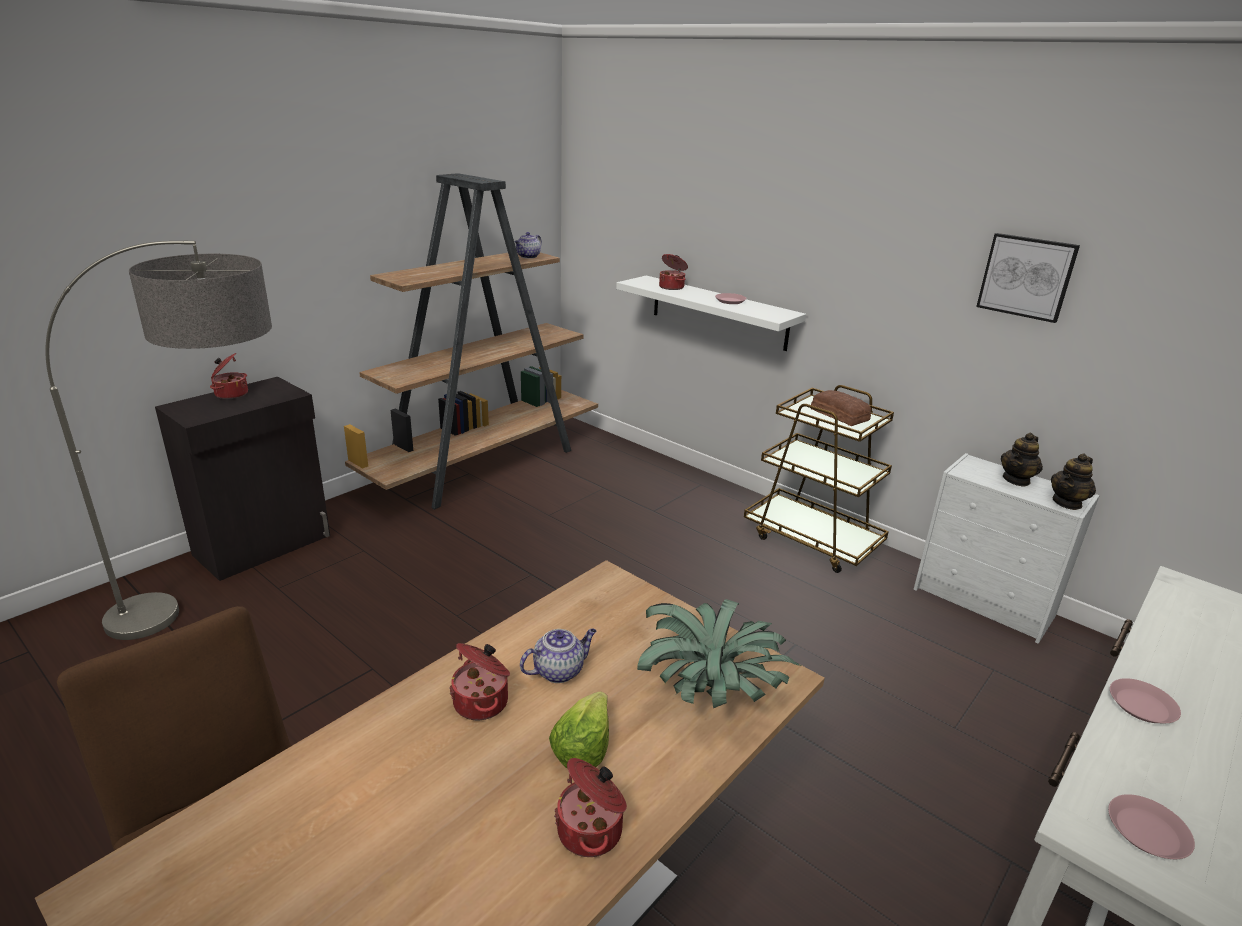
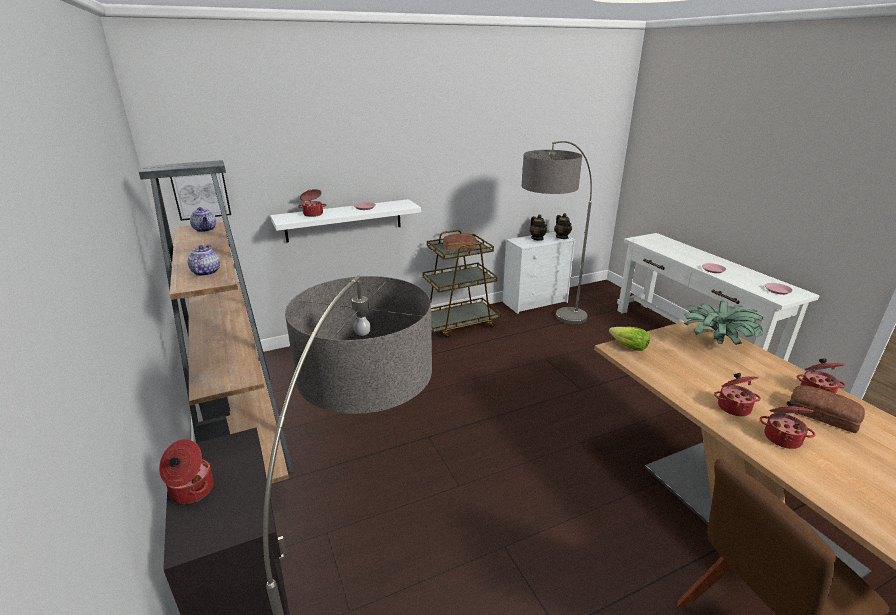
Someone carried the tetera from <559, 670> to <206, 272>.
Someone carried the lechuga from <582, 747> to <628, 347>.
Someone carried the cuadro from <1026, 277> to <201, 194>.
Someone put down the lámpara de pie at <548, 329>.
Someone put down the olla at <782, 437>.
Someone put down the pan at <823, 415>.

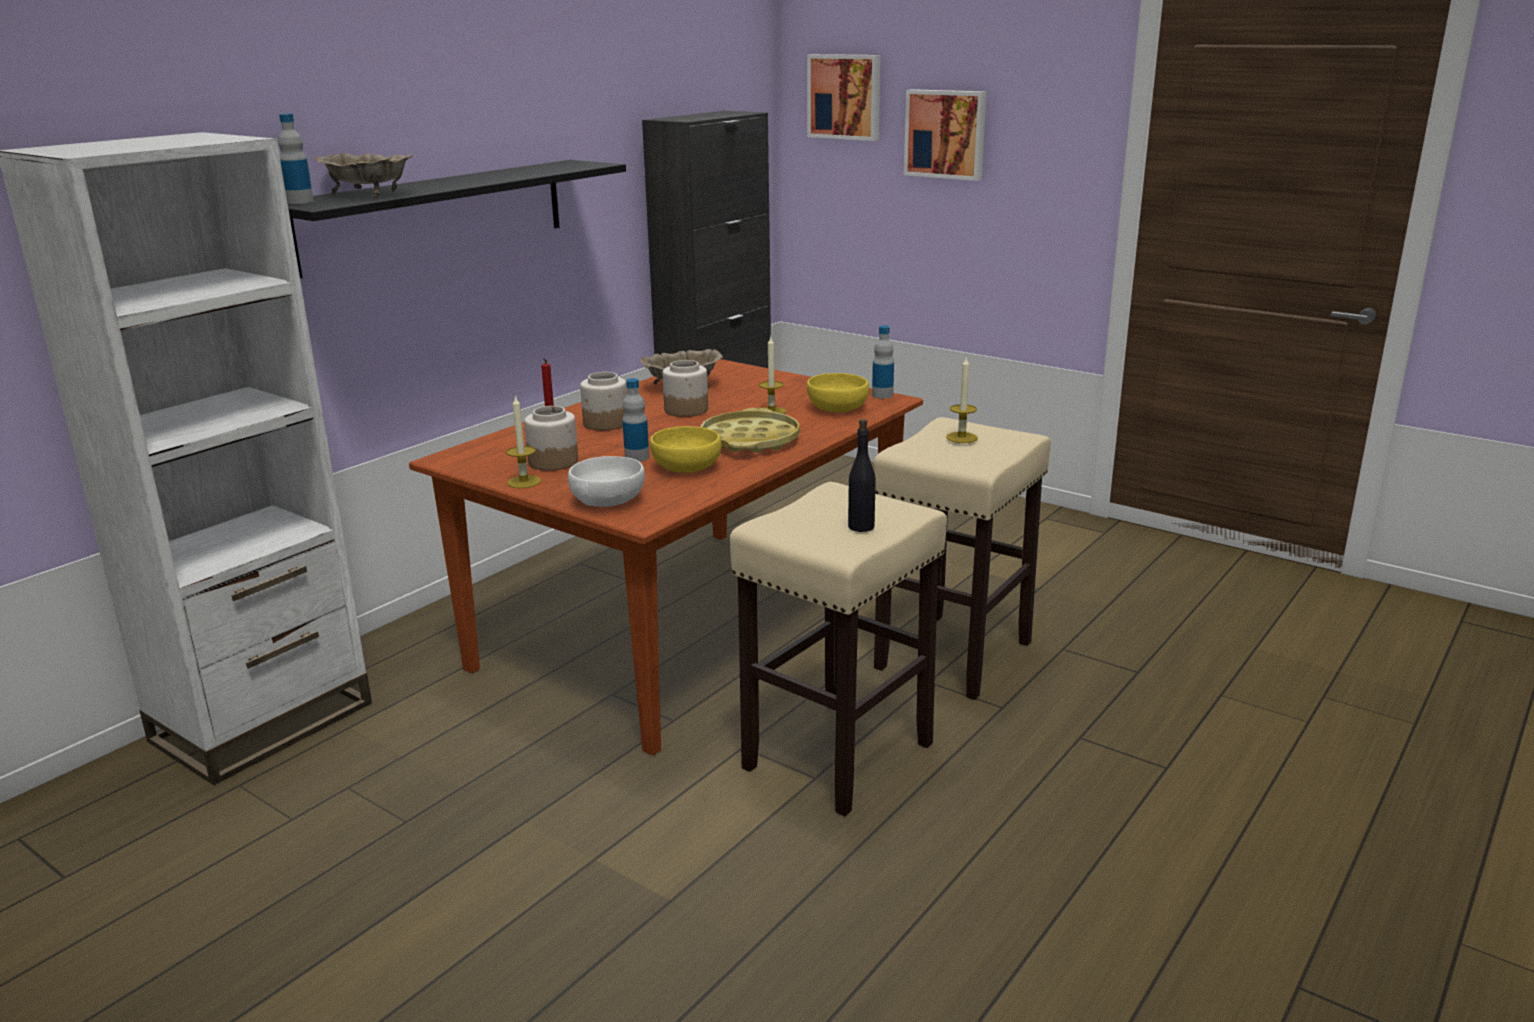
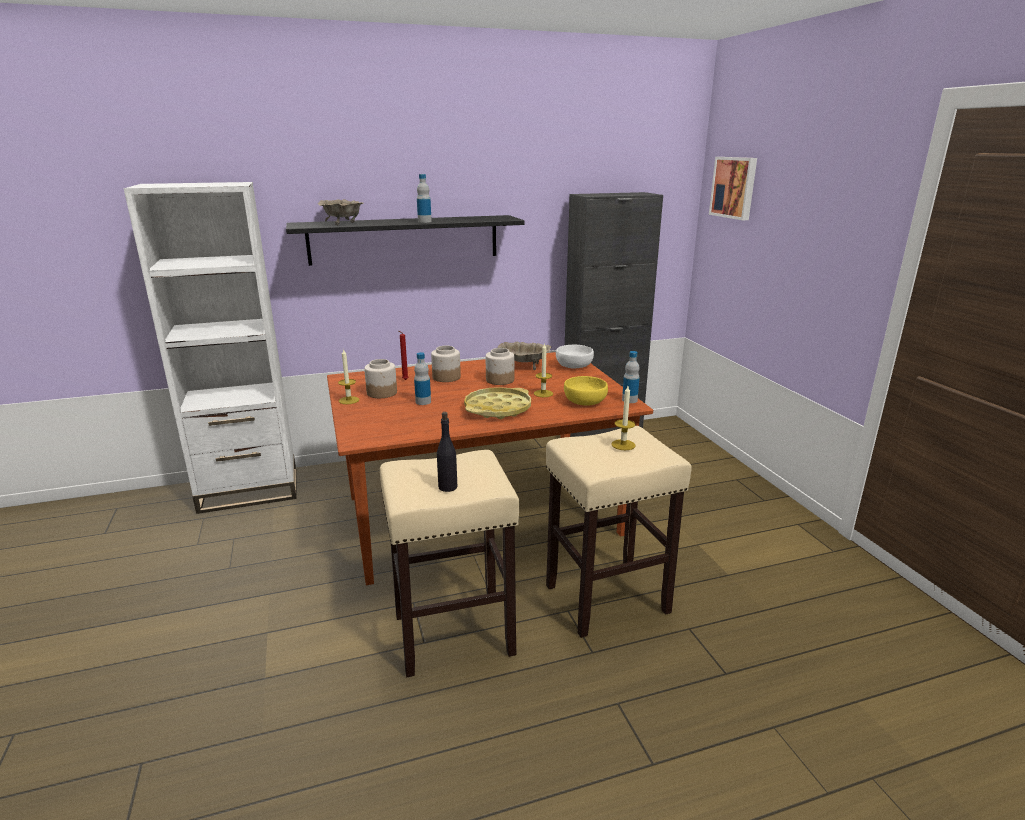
Someone carried the botella from <300, 201> to <424, 221>.
Someone carried the cuenco/blanco from <609, 500> to <574, 366>.
Someone took away the cuenco/amarillo at <686, 468>.
Someone took away the cuadro at <946, 134>.

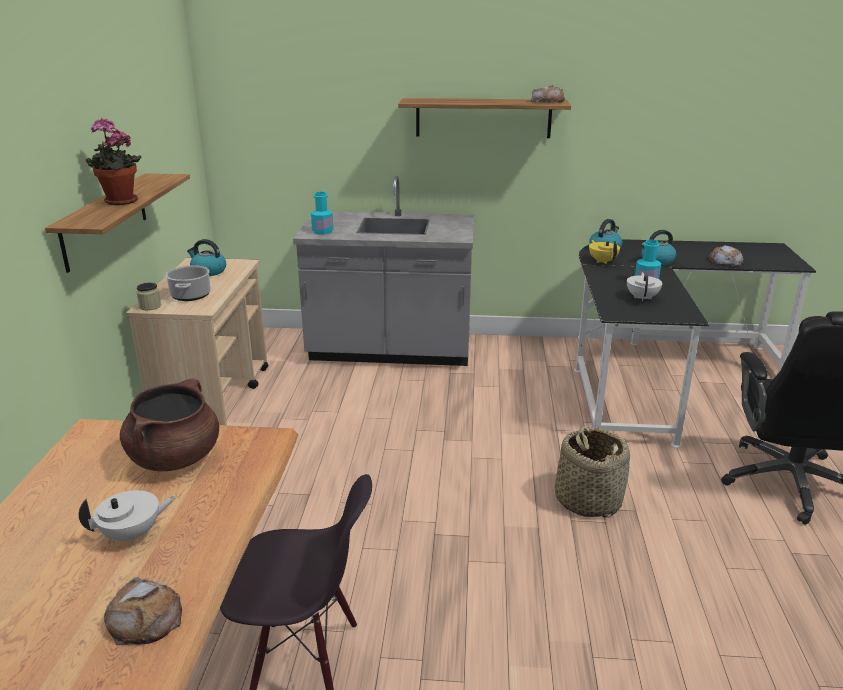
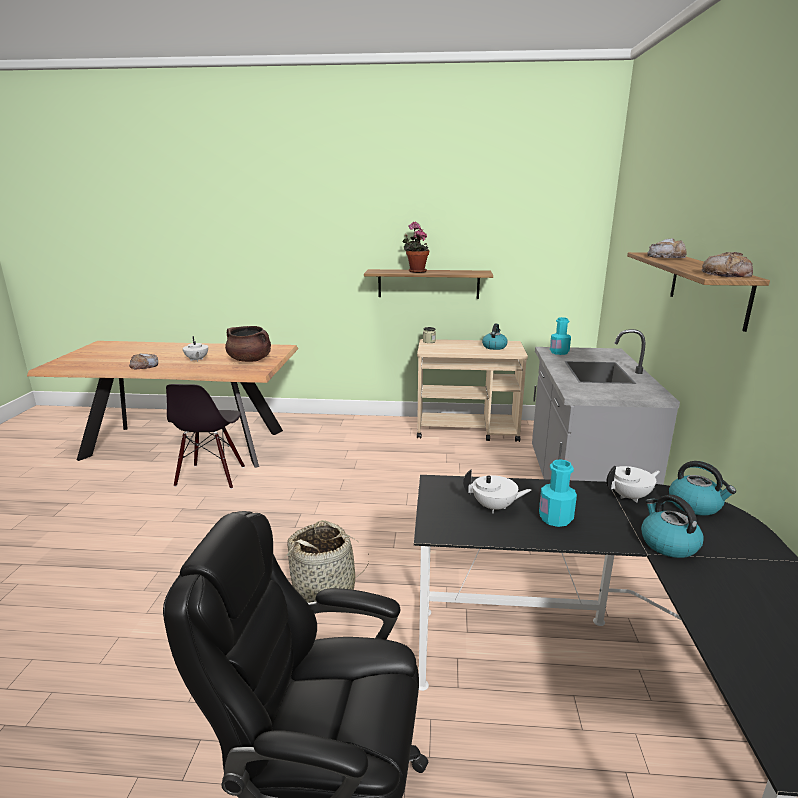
Someone took away the olla at <191, 295>.
Someone repainted the tetera/amarillo at <602, 261>, which became the tetera/blanco at <630, 496>.
Someone carried the pan from <725, 261> to <666, 257>.

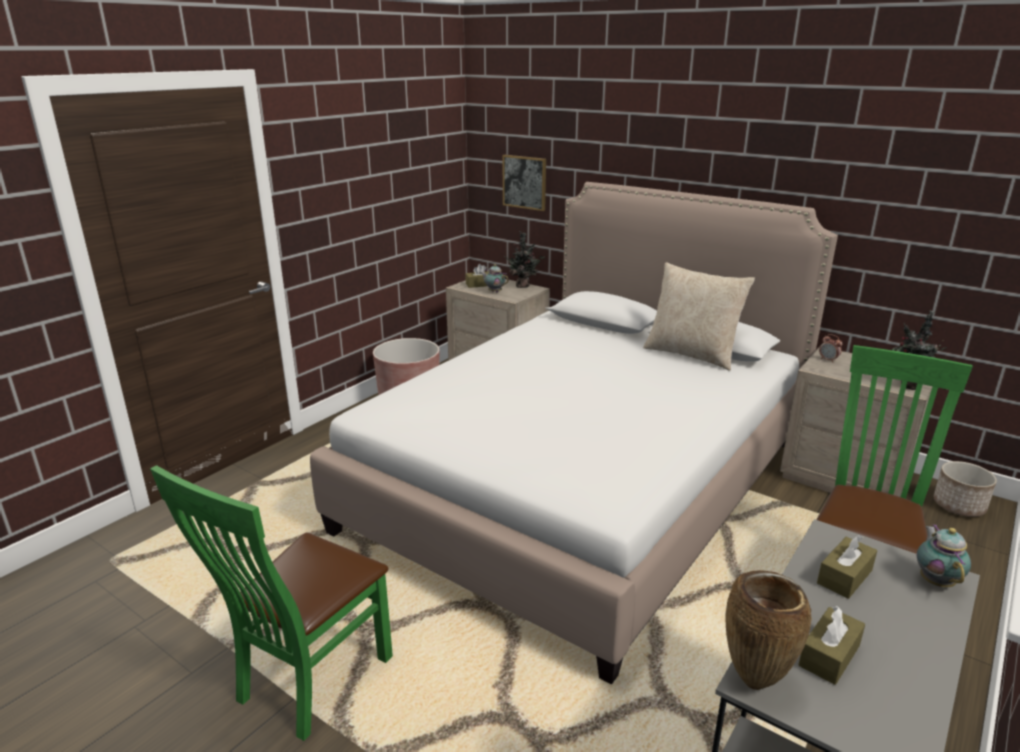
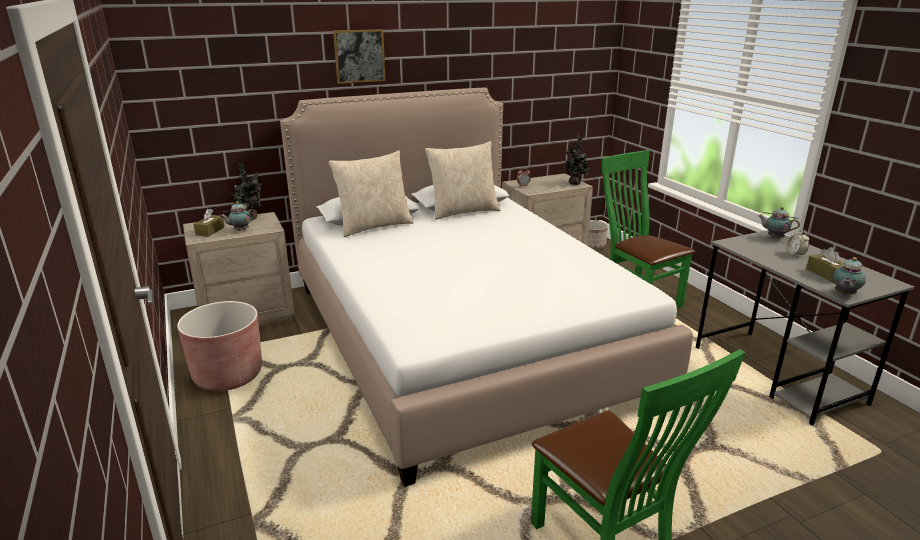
Someone carried the cuadro from <524, 182> to <359, 56>.
Someone swapped the florero/marrón at <756, 681> for the tetera at <844, 294>.
Someone took away the caja de pañuelos/marrón at <844, 577>.
Someone put down the cojín/beis at <374, 226>.
Someone put down the despertador at <795, 254>.

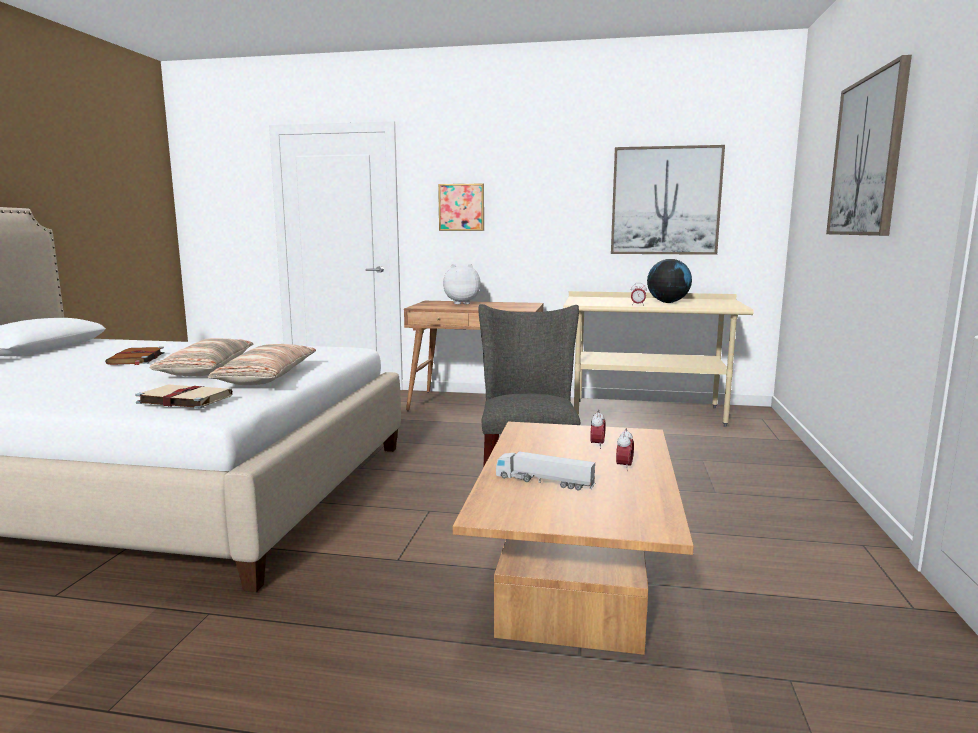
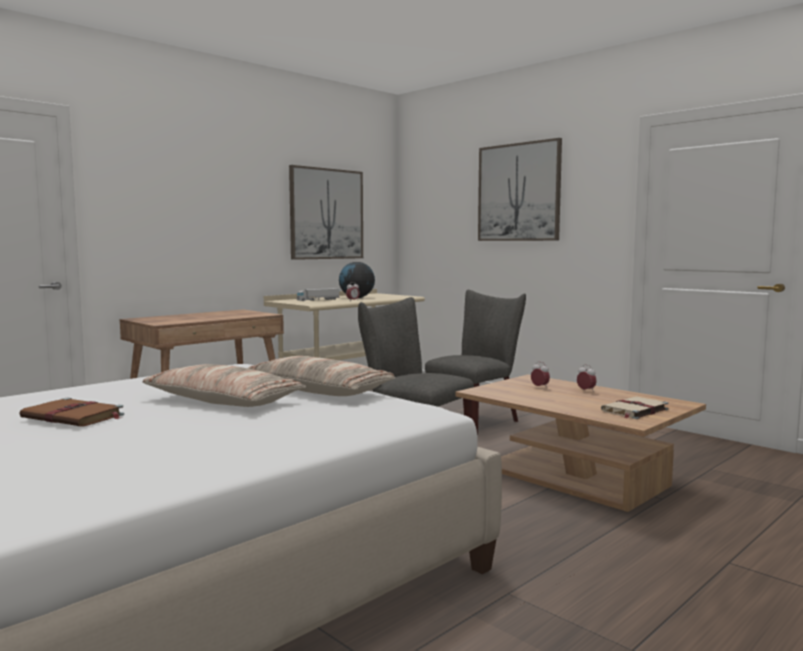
Someone carried the libro/beis from <183, 399> to <634, 410>.
Someone took away the cuadro at <462, 207>.
Someone took away the peluche at <462, 303>.
Someone carried the camión de juguete from <544, 481> to <318, 300>.
Someone put down the silla/gris at <476, 421>.

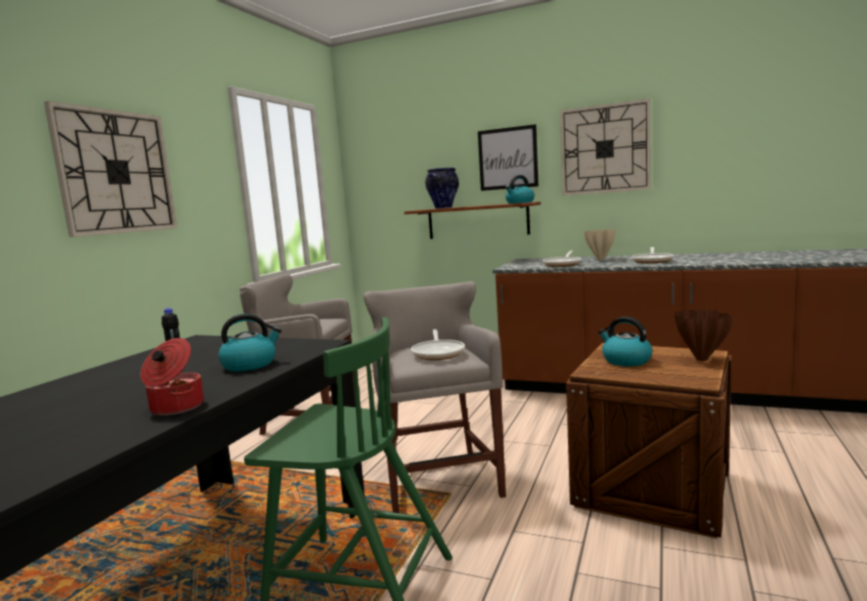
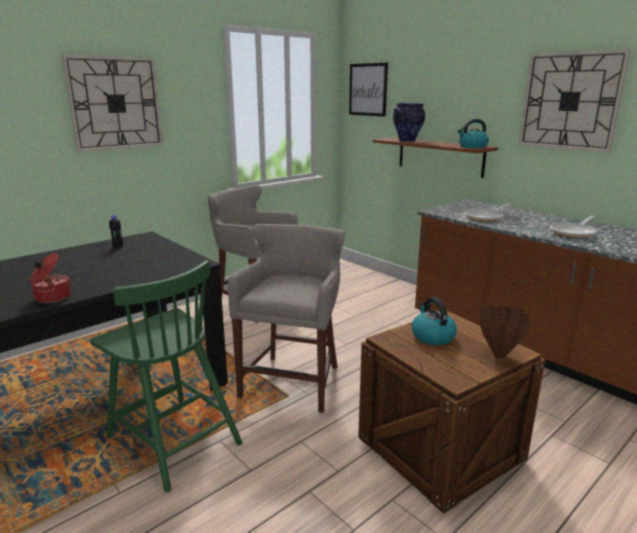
Someone took away the hervidor at <250, 364>.
Someone took away the sartén at <438, 353>.
Someone carried the cuadro from <508, 158> to <368, 89>.
Someone took away the florero/beis at <600, 260>.

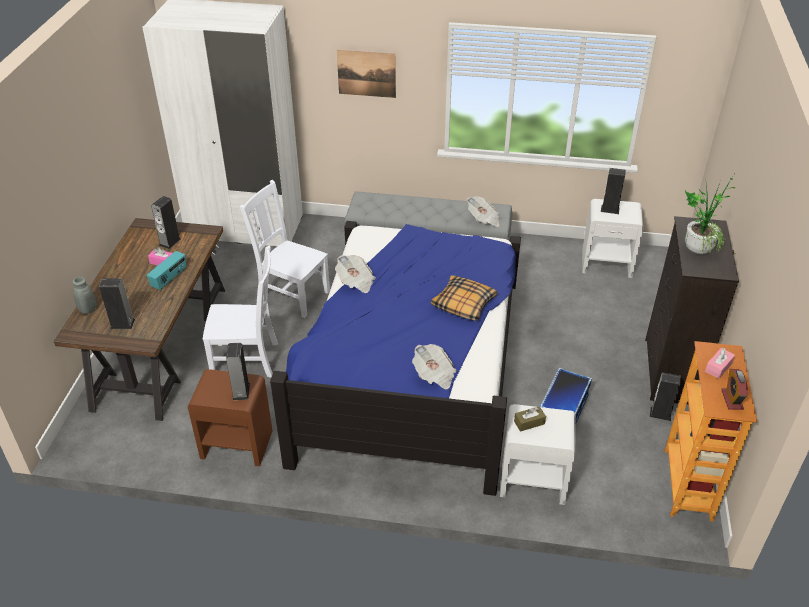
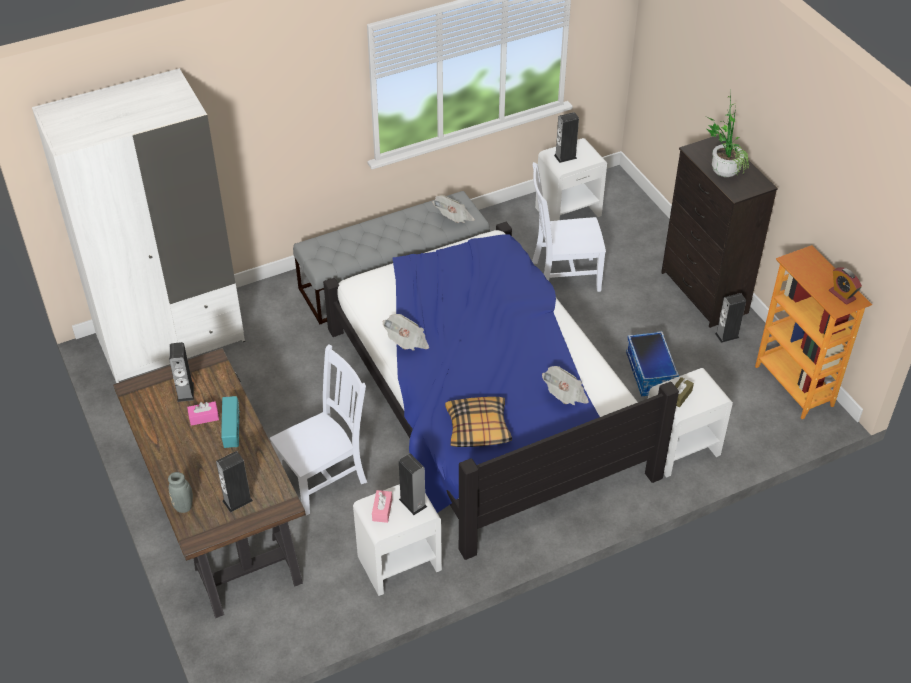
Someone repainted the mesita de noche/marrón at <236, 444>, which became the mesita de noche/blanco at <398, 563>.
Someone carried the silla/blanco from <292, 294> to <563, 276>.
Someone took away the cuadro at <366, 73>.
Someone carried the cojín from <463, 304> to <478, 428>.
Someone carried the caja de pañuelos/rosa from <718, 367> to <382, 510>.

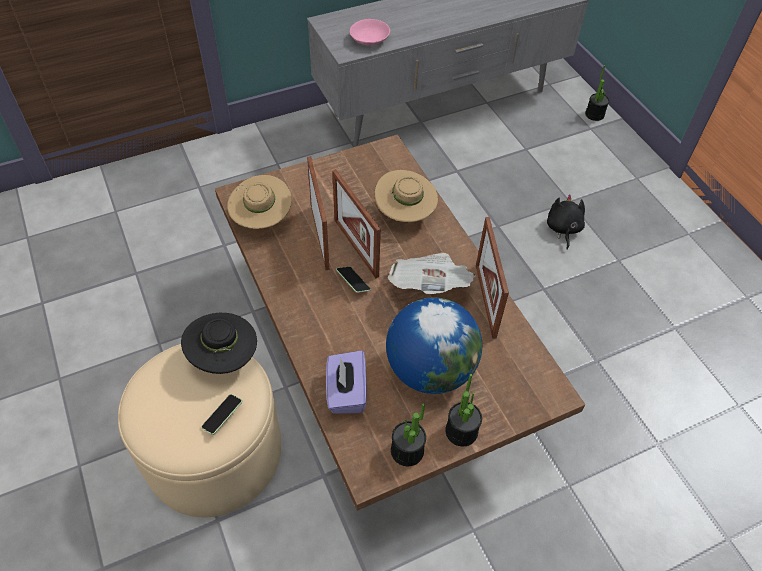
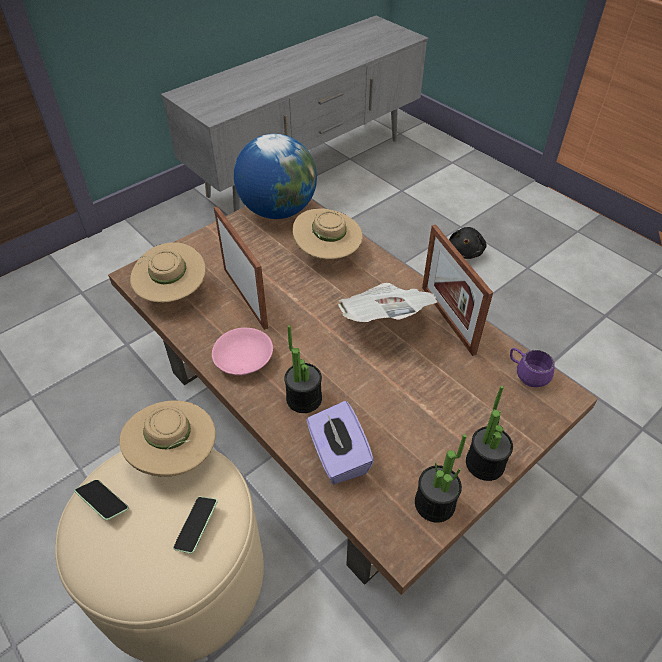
Someone repainted the sombrero/negro at <224, 356>, which became the sombrero/beis at <175, 454>.
Someone took away the portarretratos at <356, 248>.
Someone carried the móvil from <353, 283> to <103, 503>.
Someone carried the cuenco/rosa from <369, 39> to <243, 360>.
Someone carried the globo terráqueo from <430, 369> to <278, 210>.
Someone rotated the peluche/negro at <563, 229> by 150 degrees counterclockwise.
Someone carried the planta en maceta from <594, 114> to <304, 399>.
Someone put down the taza grande/morado at <526, 375>.

